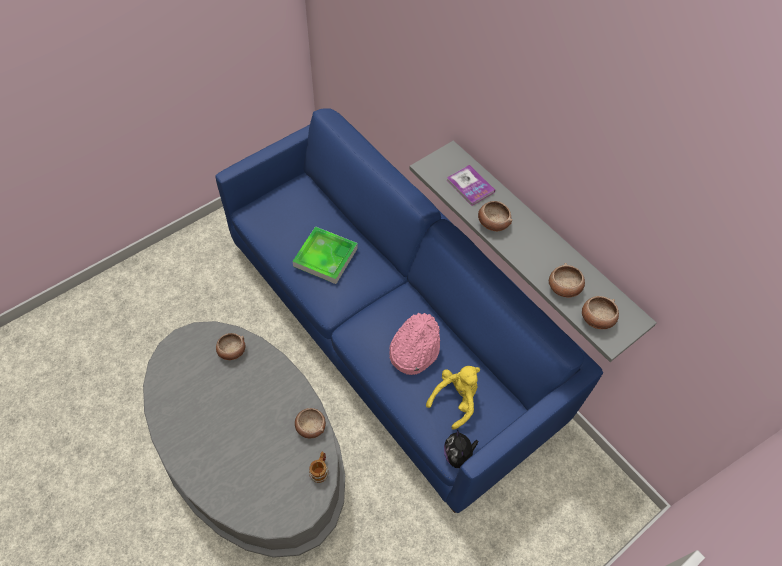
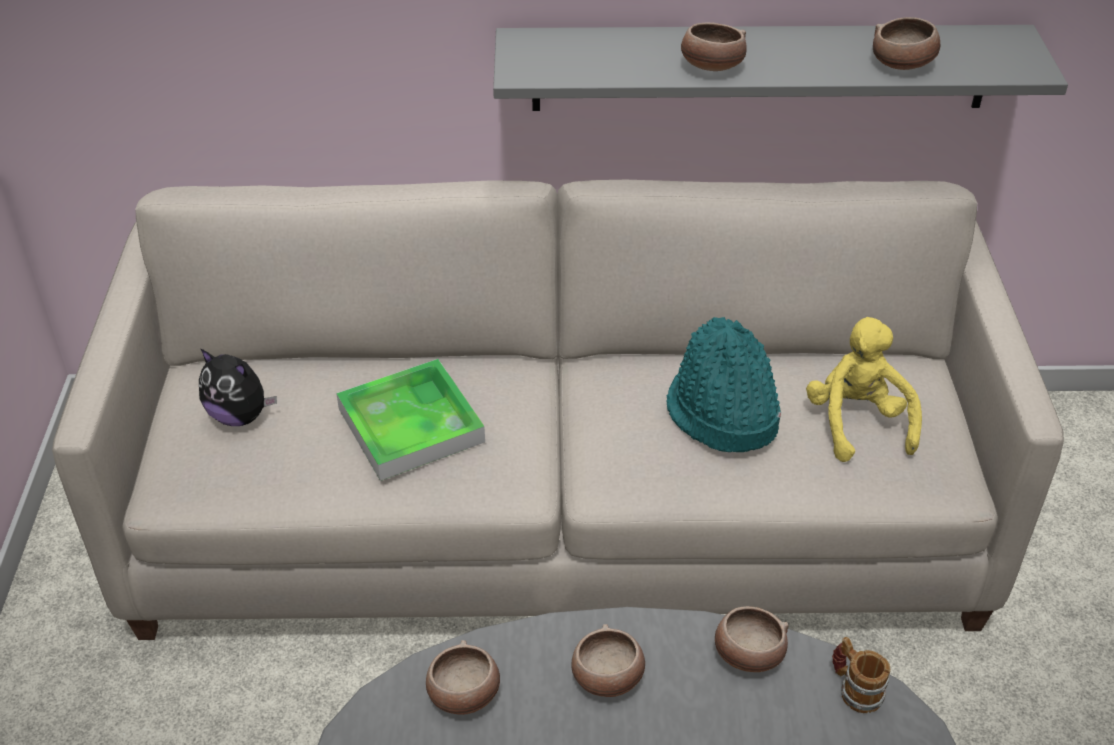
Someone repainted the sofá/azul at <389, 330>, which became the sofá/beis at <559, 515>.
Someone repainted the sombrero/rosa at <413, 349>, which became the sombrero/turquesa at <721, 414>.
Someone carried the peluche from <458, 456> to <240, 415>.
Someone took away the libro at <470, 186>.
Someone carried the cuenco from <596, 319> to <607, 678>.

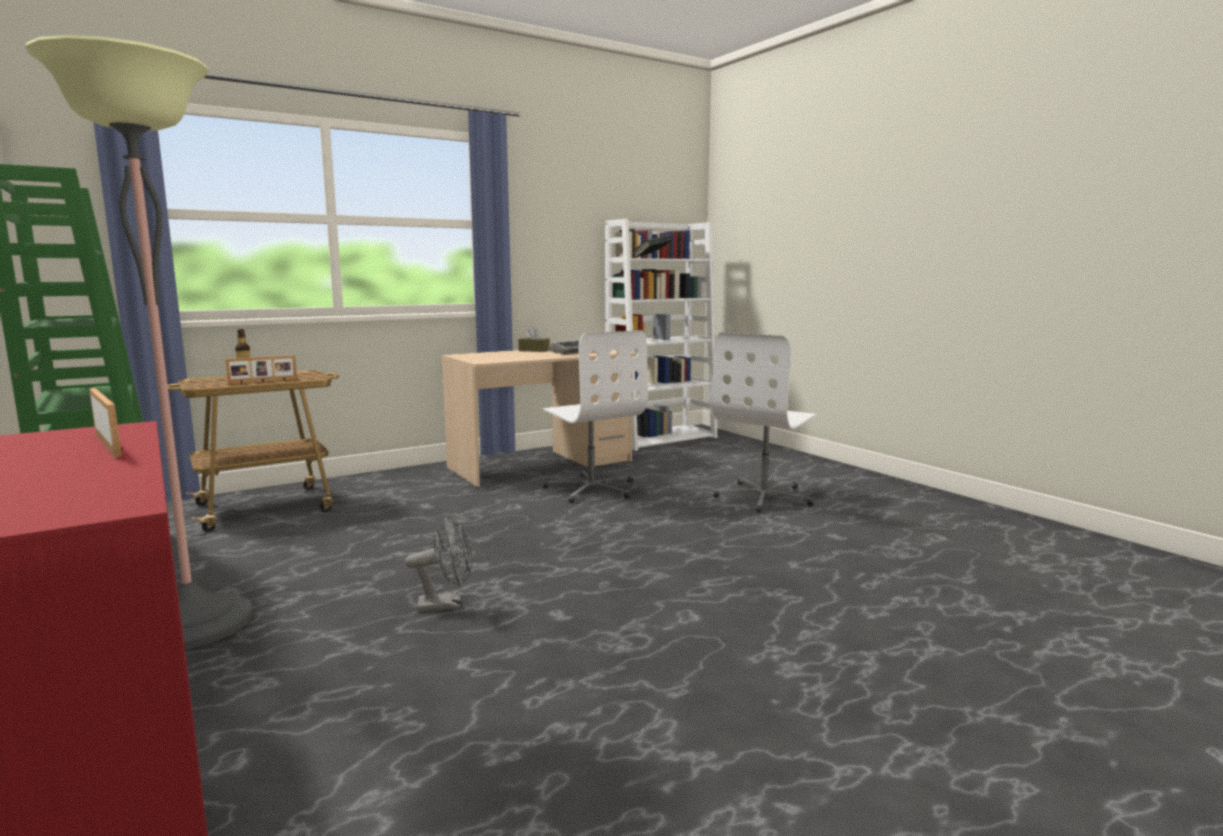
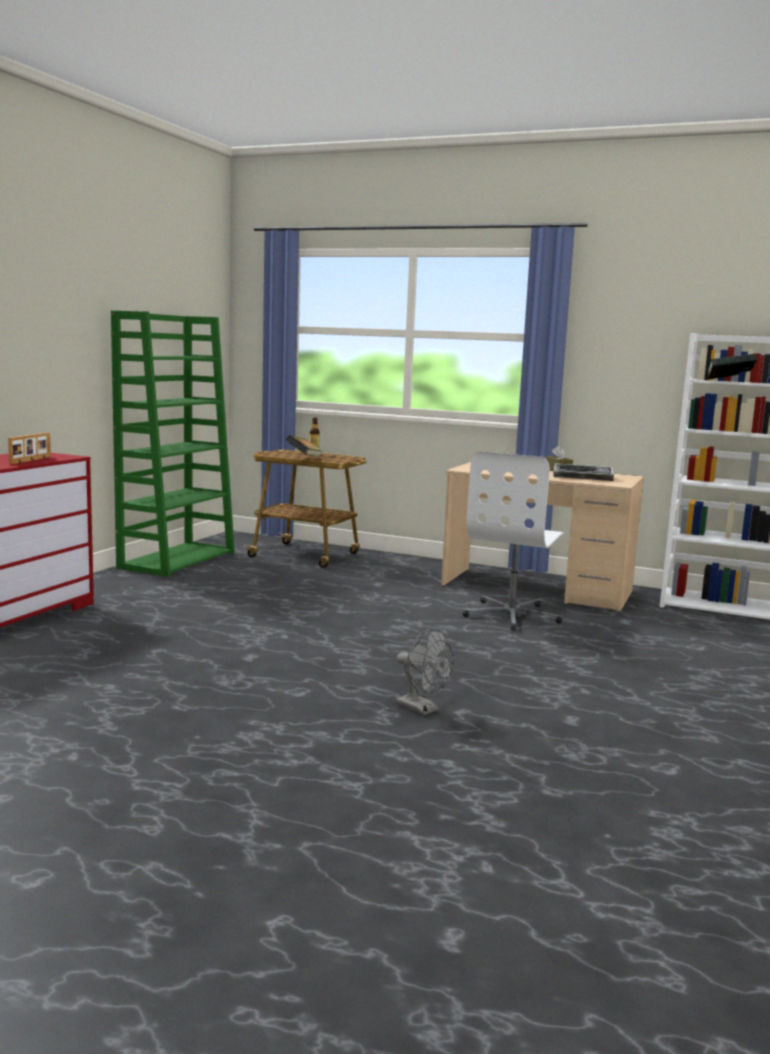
Someone took away the lámpara de pie at <192, 624>.
Someone swapped the portarretratos at <263, 382> for the libro at <304, 458>.
Someone carried the ventilador/gris from <447, 605> to <422, 709>.
Someone took away the silla de oficina/blanco at <764, 497>.

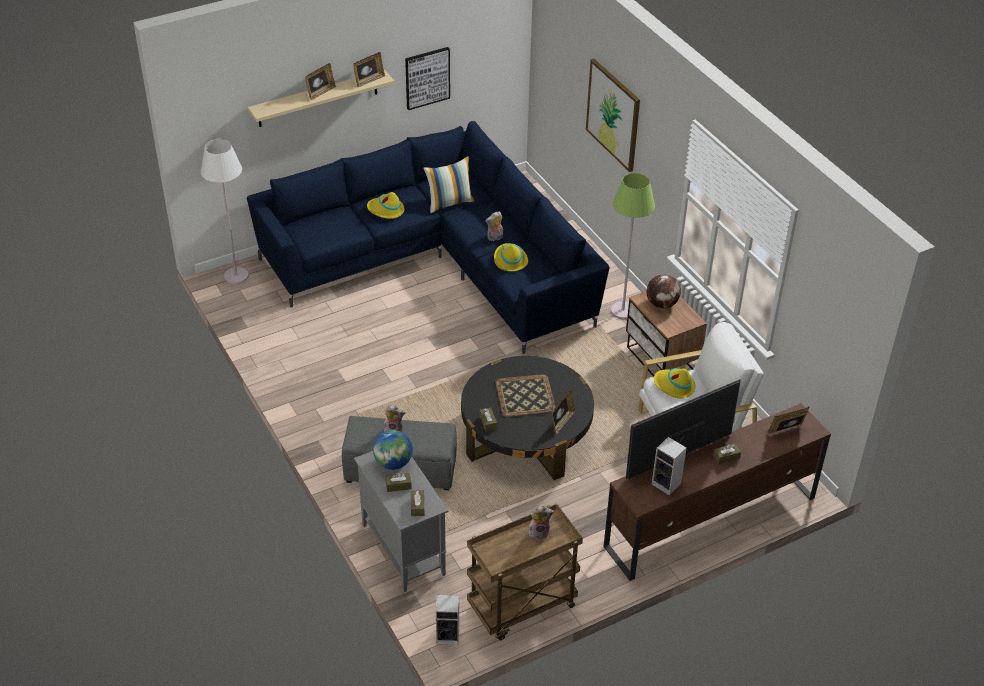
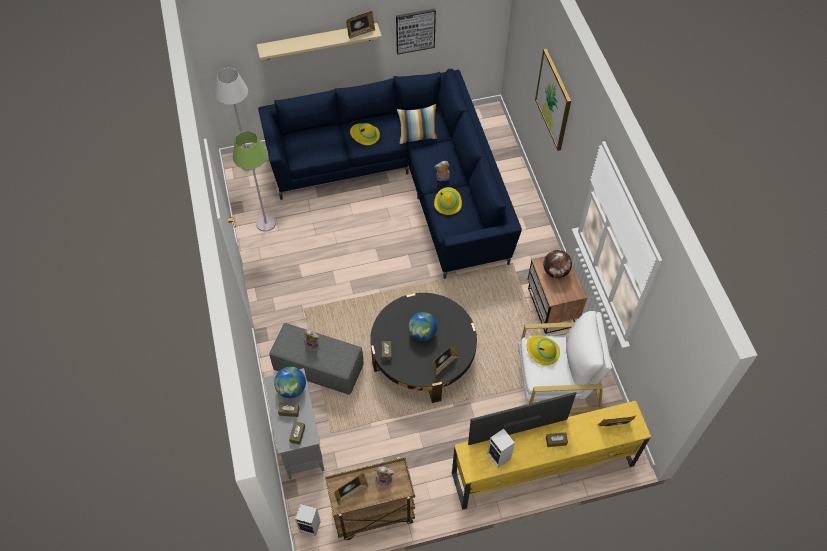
Someone carried the portarretratos from <320, 92> to <351, 493>.
Someone swapped the bandeja at <524, 396> for the globo terráqueo at <422, 333>.
Someone repainted the mueble de televisión/marrón at <709, 522>, which became the mueble de televisión/amarillo at <542, 469>.
Someone carried the lámpara de pie/verde from <623, 311> to <266, 223>.

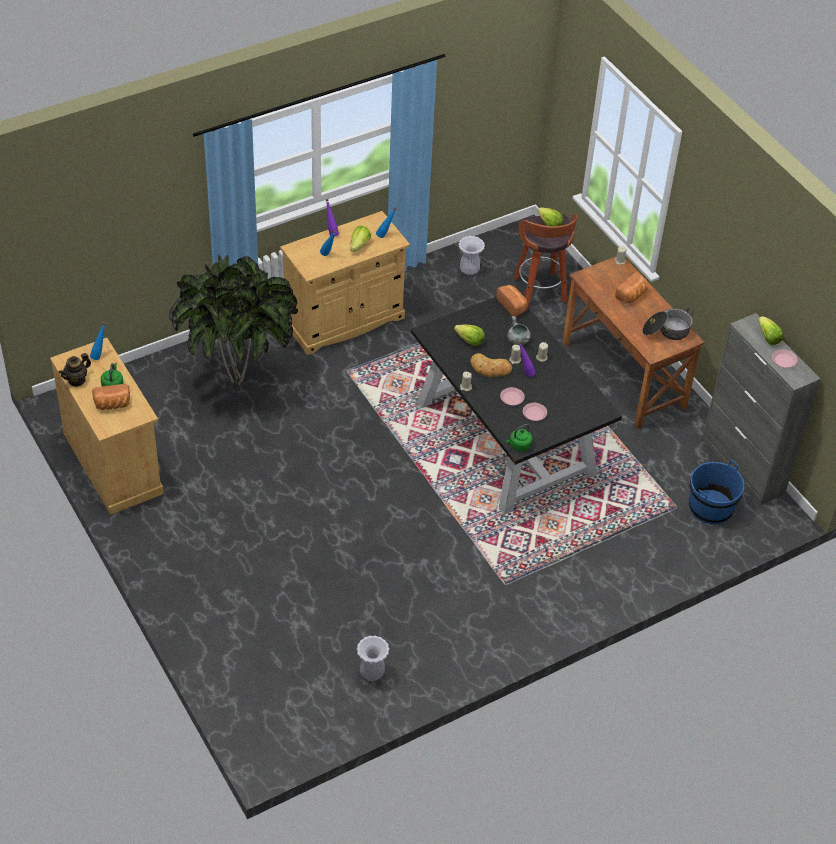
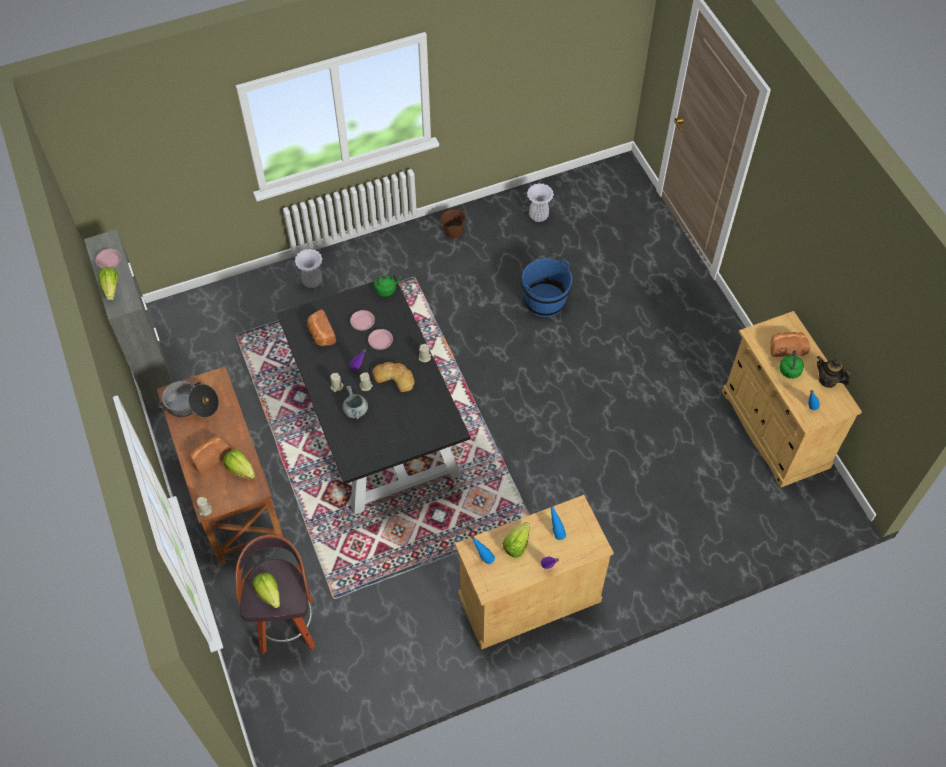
Someone rotated the tetera at <77, 380> by 105 degrees counterclockwise.
Someone took away the planta en maceta at <238, 383>.
Someone carried the lechuga from <469, 341> to <241, 469>.
Someone carried the florero/blanco from <469, 270> to <312, 281>.
Someone carried the pan from <513, 306> to <321, 334>.
Someone carried the cubo/azul from <711, 508> to <545, 301>.
Someone put down the cubo/marrón at <453, 231>.

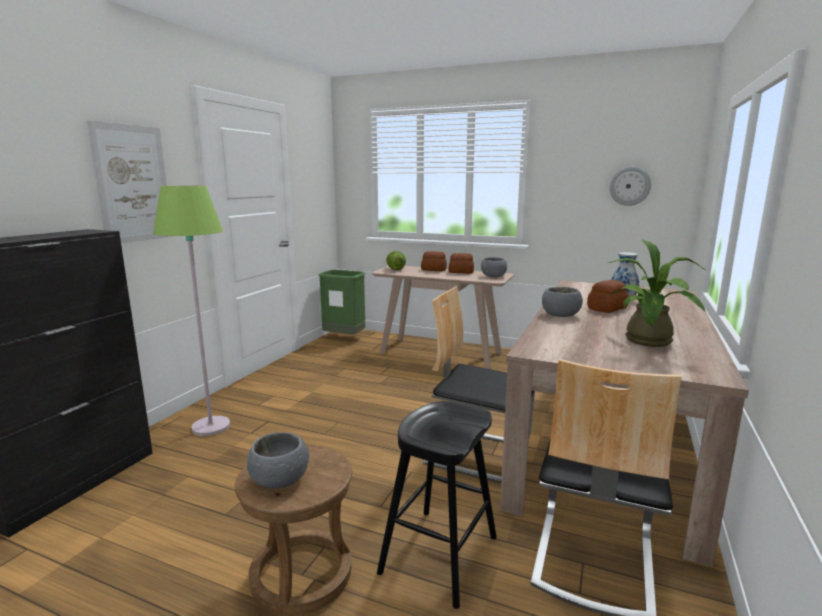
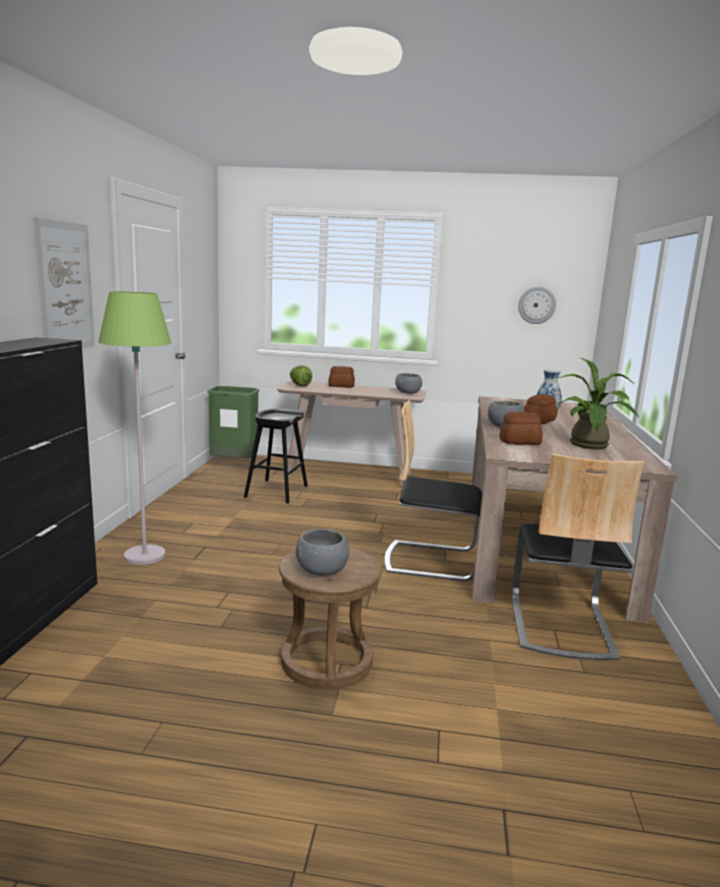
Someone carried the taburete/negro from <439, 555> to <276, 491>.
Someone carried the pan from <461, 272> to <519, 442>.

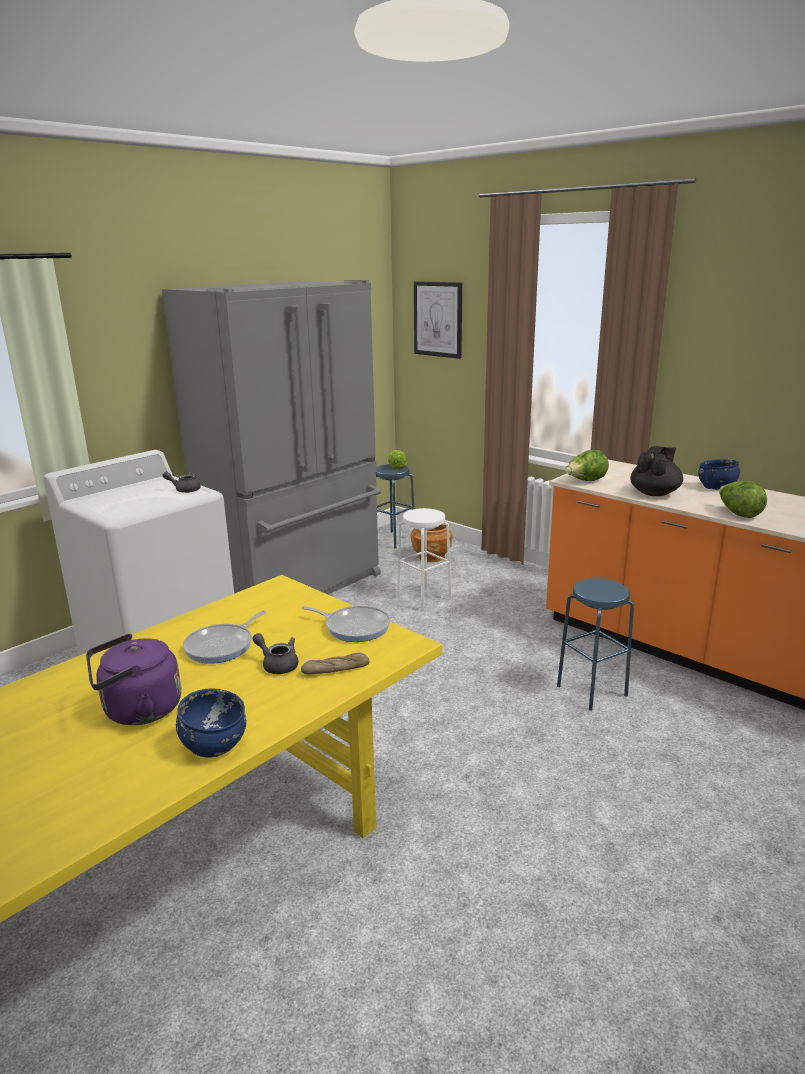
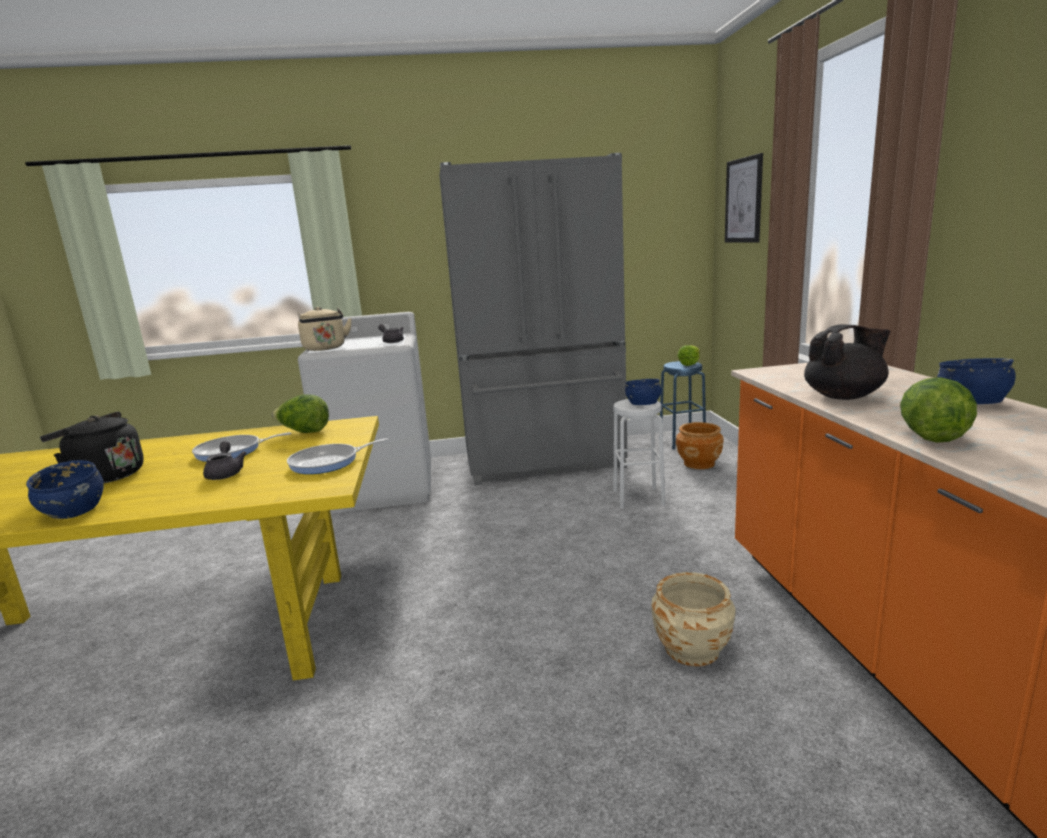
Someone repainted the hervidor/morado at <138, 711>, which became the hervidor/negro at <104, 476>.
Someone rotated the sartén at <354, 627> by 90 degrees clockwise.
Someone took away the pan at <335, 669>.
Someone swapped the taburete/azul at <591, 690> for the maceta/beis at <692, 648>.
Someone carried the lechuga from <585, 481> to <304, 432>.
Someone put down the hervidor/beis at <325, 348>.
Someone put down the cuenco/azul at <643, 404>.

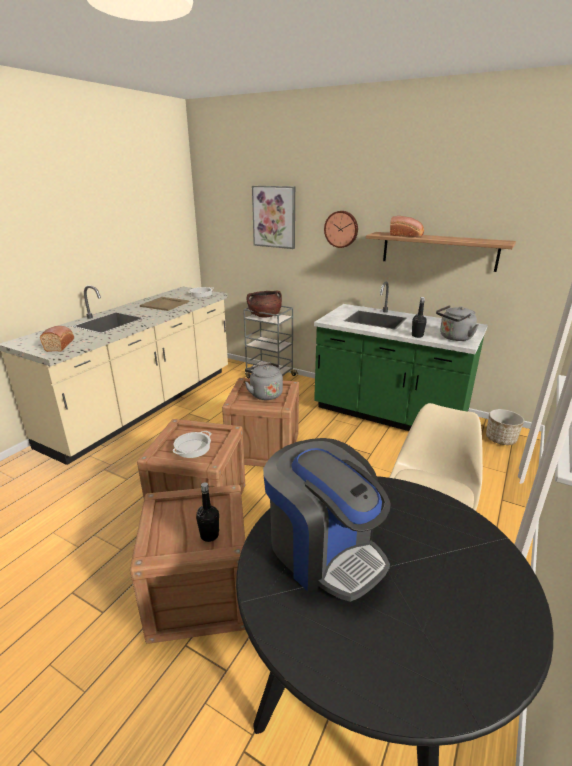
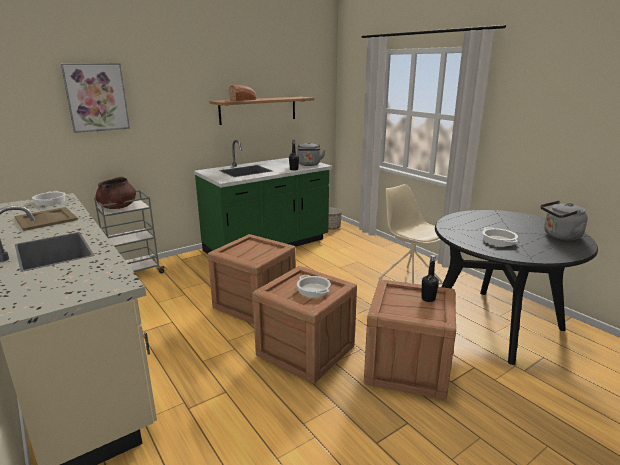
Someone took away the pan at <60, 345>.
Someone carried the hervidor/gris from <265, 394> to <560, 236>.
Someone swapped the cafetera at <324, 550> for the olla at <498, 240>.
Someone took away the reloj de pared at <341, 229>.

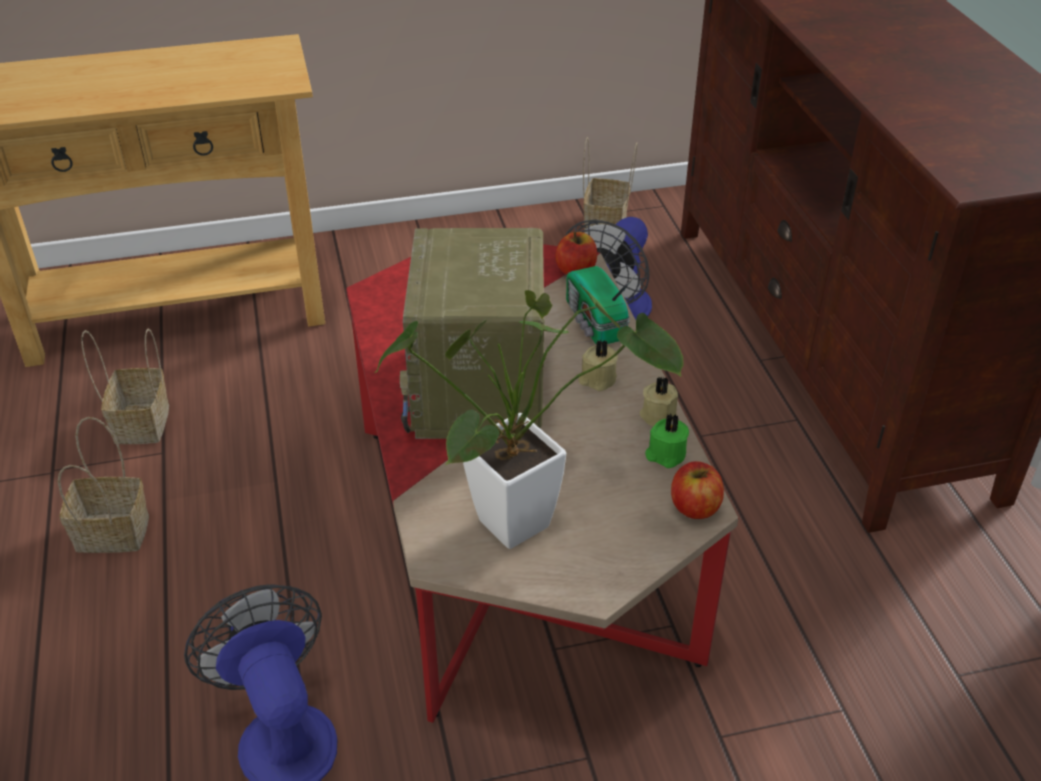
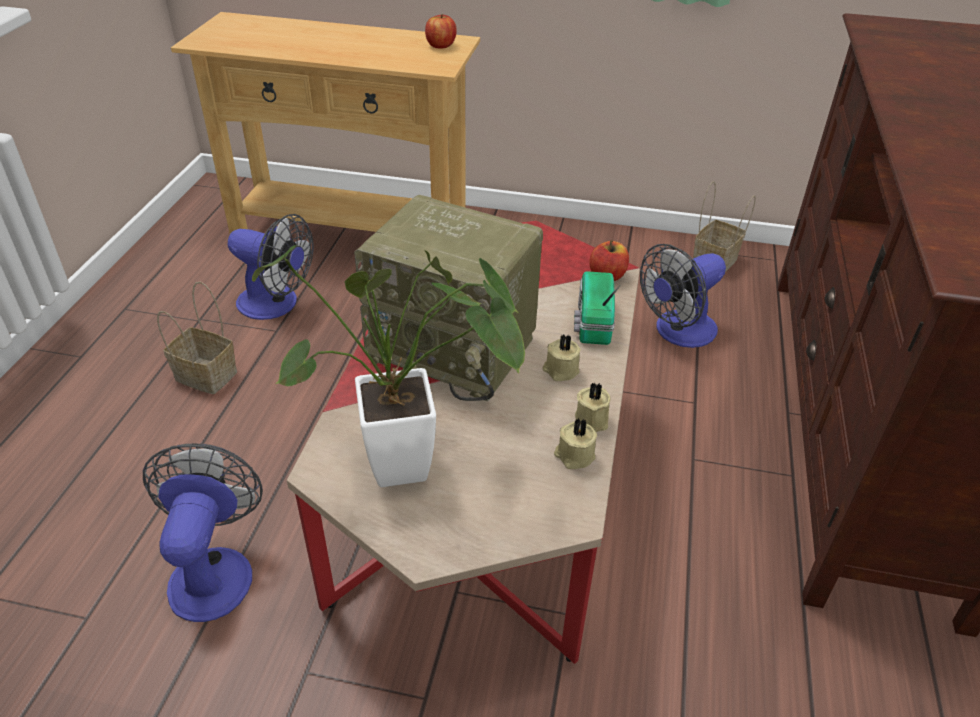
Someone swapped the cesta at <141, 422> for the ventilador at <277, 304>.
Someone rotated the radio at <480, 391> by 90 degrees counterclockwise.
Someone repainted the vela/verde at <665, 454>, which became the vela/beis at <574, 455>.
Someone carried the manzana from <694, 507> to <440, 45>.

